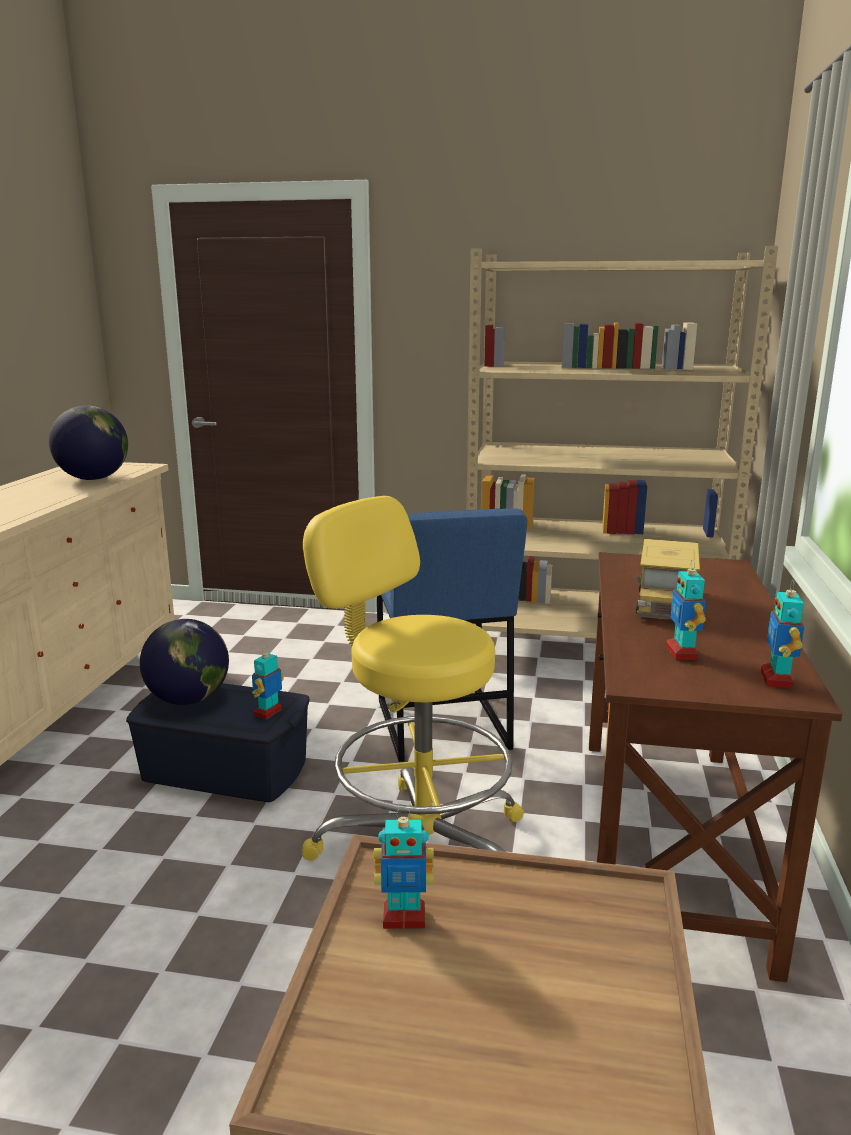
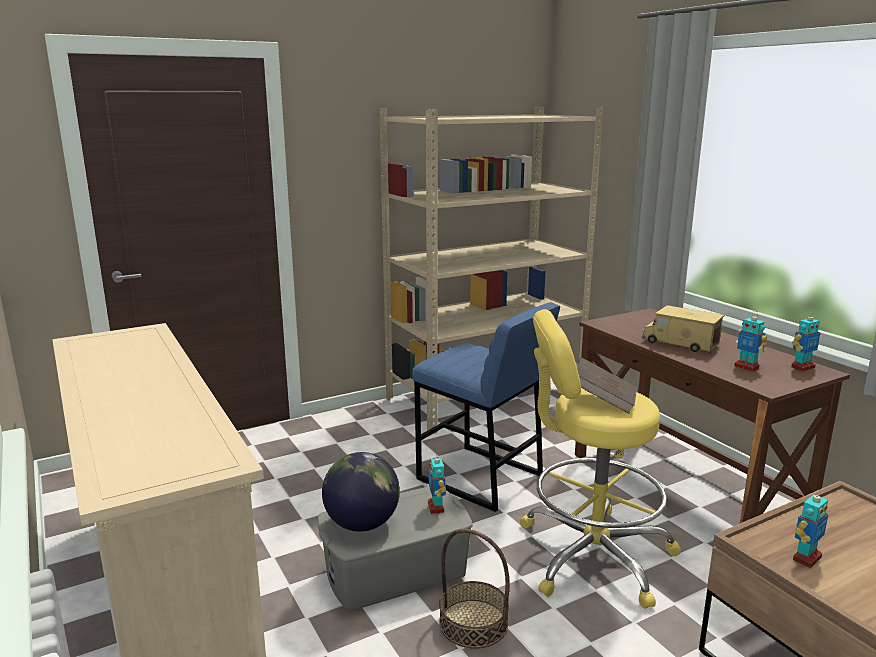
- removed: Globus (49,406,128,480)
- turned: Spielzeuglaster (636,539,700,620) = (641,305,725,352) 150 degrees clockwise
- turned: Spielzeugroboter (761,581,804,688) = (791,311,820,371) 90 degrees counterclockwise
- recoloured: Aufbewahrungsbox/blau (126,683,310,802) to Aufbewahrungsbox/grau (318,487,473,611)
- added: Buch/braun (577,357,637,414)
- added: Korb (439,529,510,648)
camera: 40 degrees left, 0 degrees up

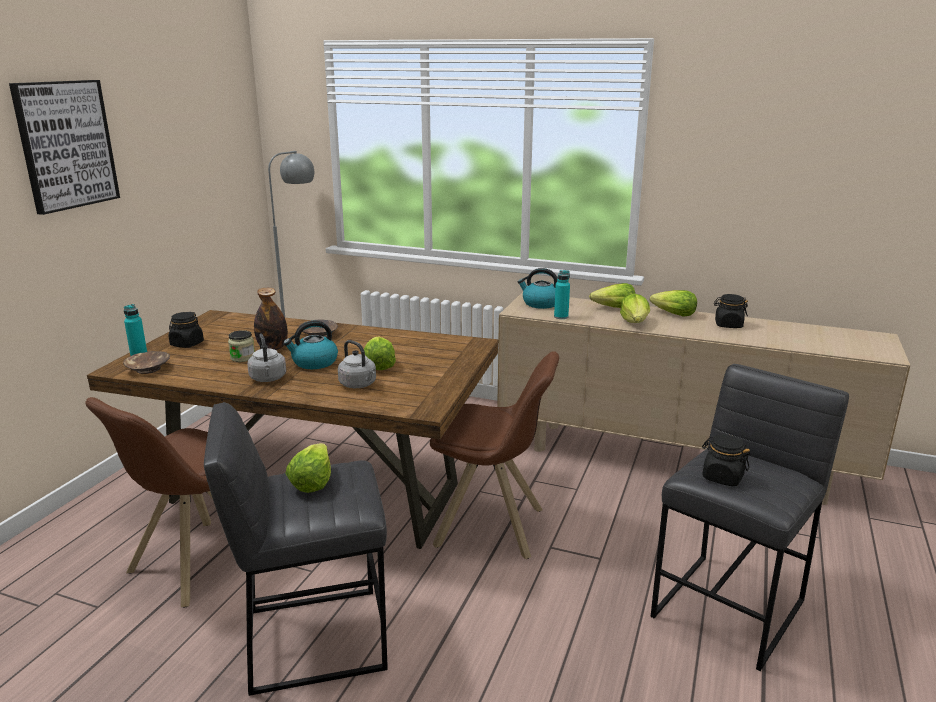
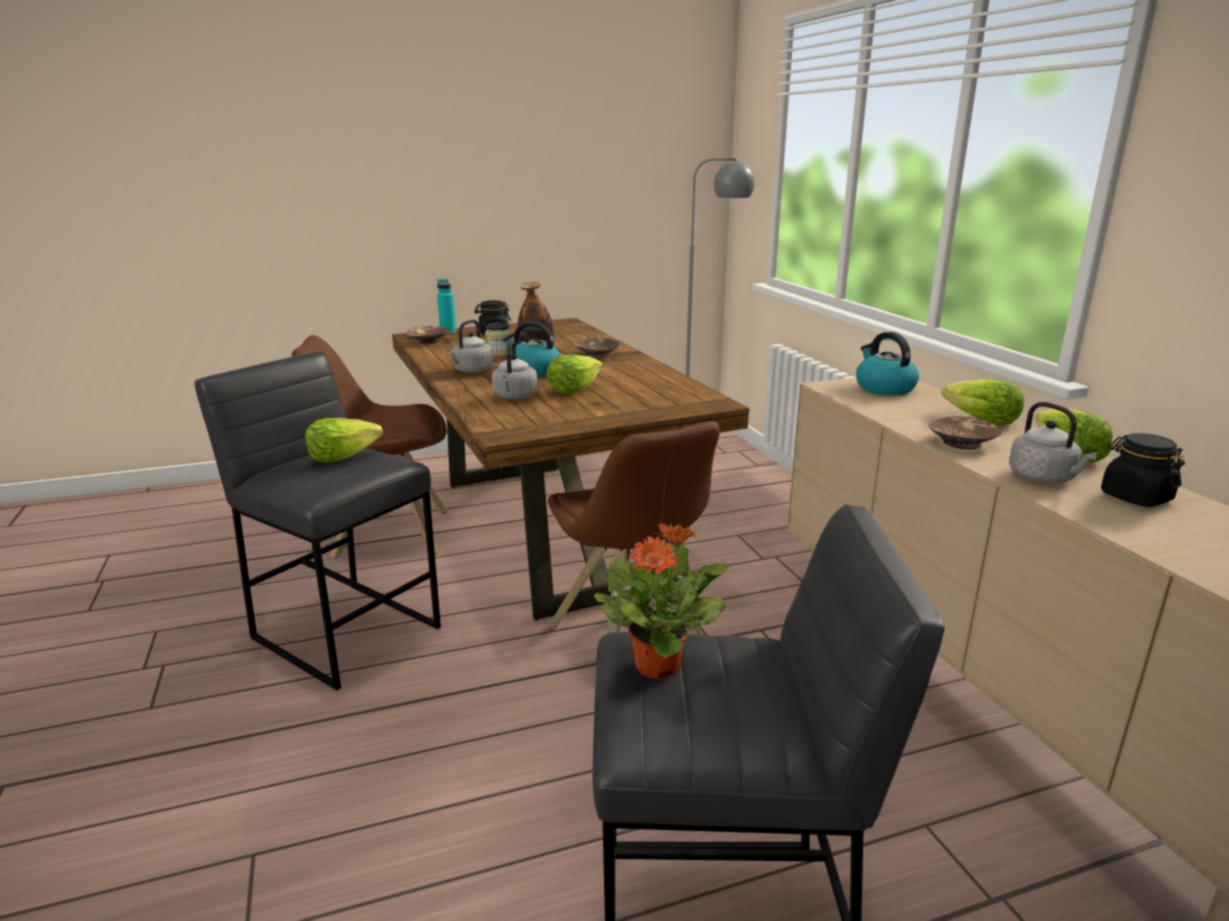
- removed: Bild (9,80,120,215)
- removed: Flasche/türkis (554,270,570,319)
- replaced: Salatkopf (620,294,650,323) to Schüssel/braun (928,416,1002,449)
- replaced: Vorratsglas/schwarz (702,434,750,486) to Topfpflanze (594,523,730,680)
- added: Wasserkessel/grau (1009,402,1097,484)
camera: 50 degrees right, 0 degrees up

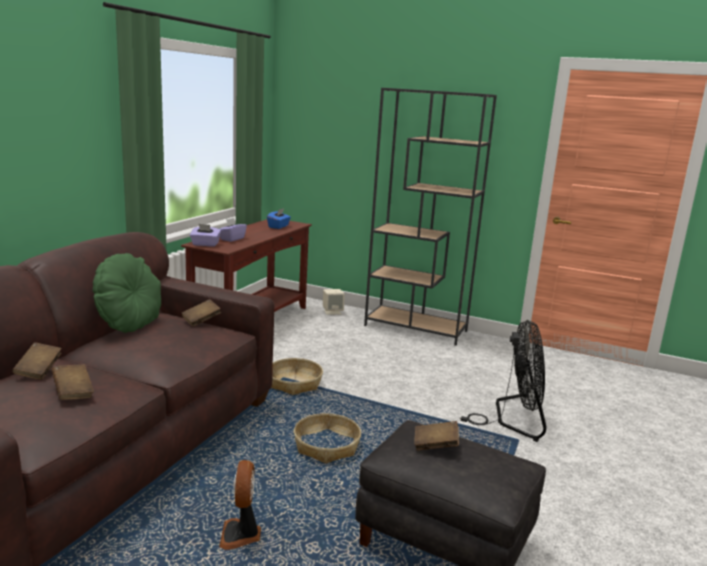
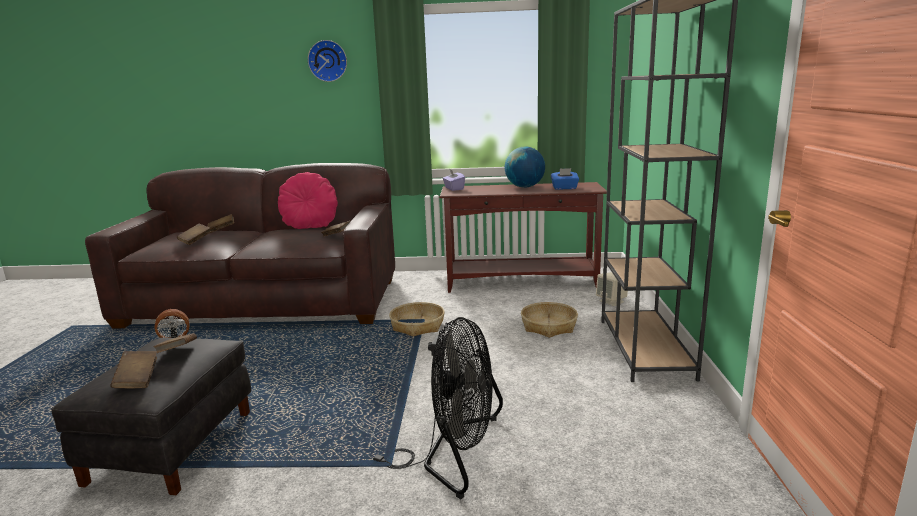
- removed: Taschentuchbox/lila (220,218,247,242)
- recoloured: Kissen/grün (93,253,161,333) to Kissen/rosa (278,172,338,229)
- turned: Ventilator/schwarz (459,320,547,442) = (372,317,503,500) 60 degrees counterclockwise
- moved: Korb (294,413,361,463) to (521,302,578,338)
- added: Wanduhr (308,40,347,82)
- added: Globus (505,146,545,188)
- added: Buch/braun (111,351,157,388)
camera: 70 degrees right, 0 degrees up

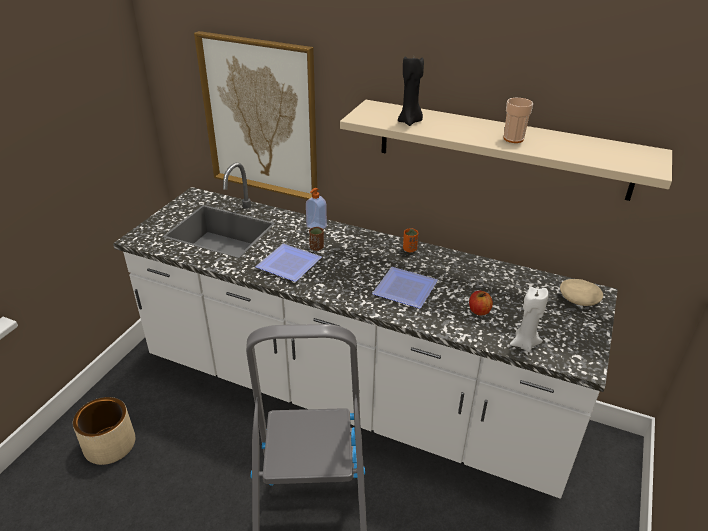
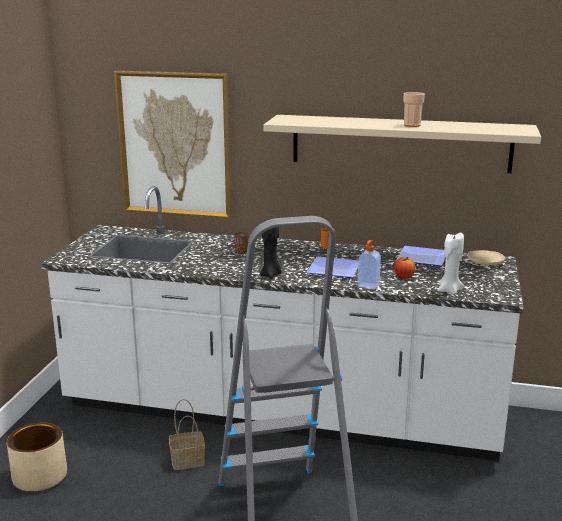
- moved: Kerze/schwarz (398,57,424,126) to (260,222,282,279)
- moved: Seifenspender (306,188,327,229) to (357,240,381,289)
- moved: Teller (255,244,322,282) to (397,246,446,266)
- added: Korb (169,399,205,470)
camera: 10 degrees left, 15 degrees down

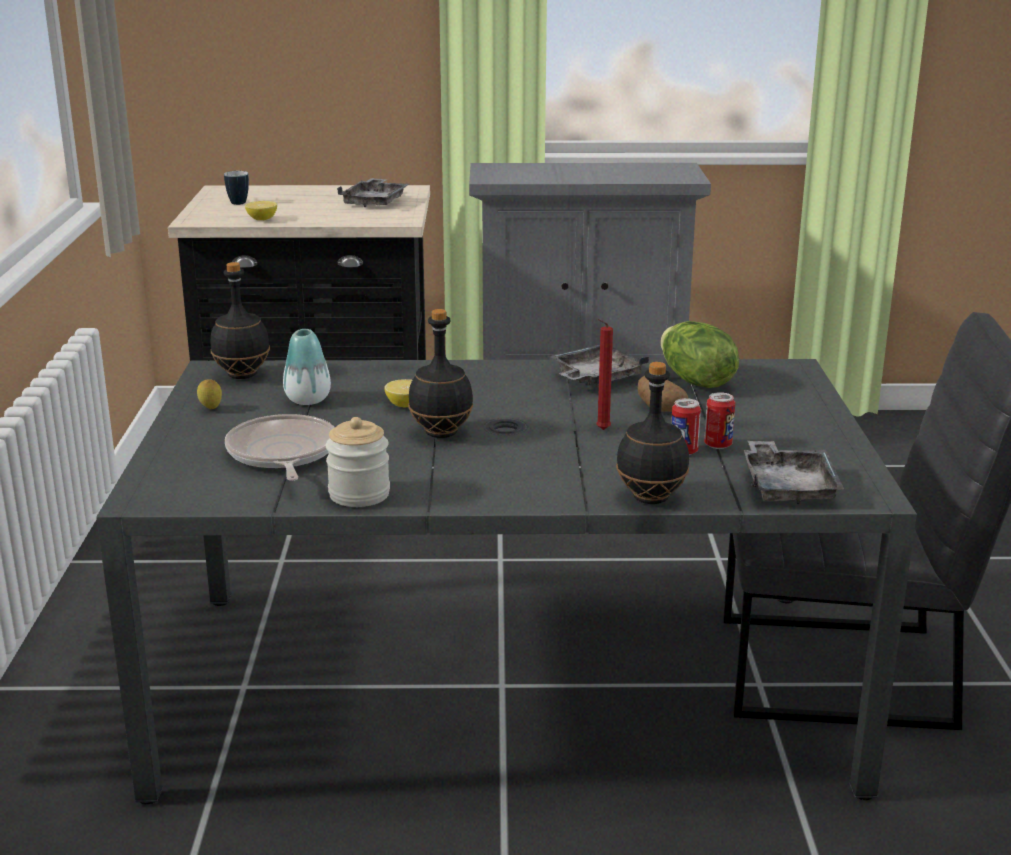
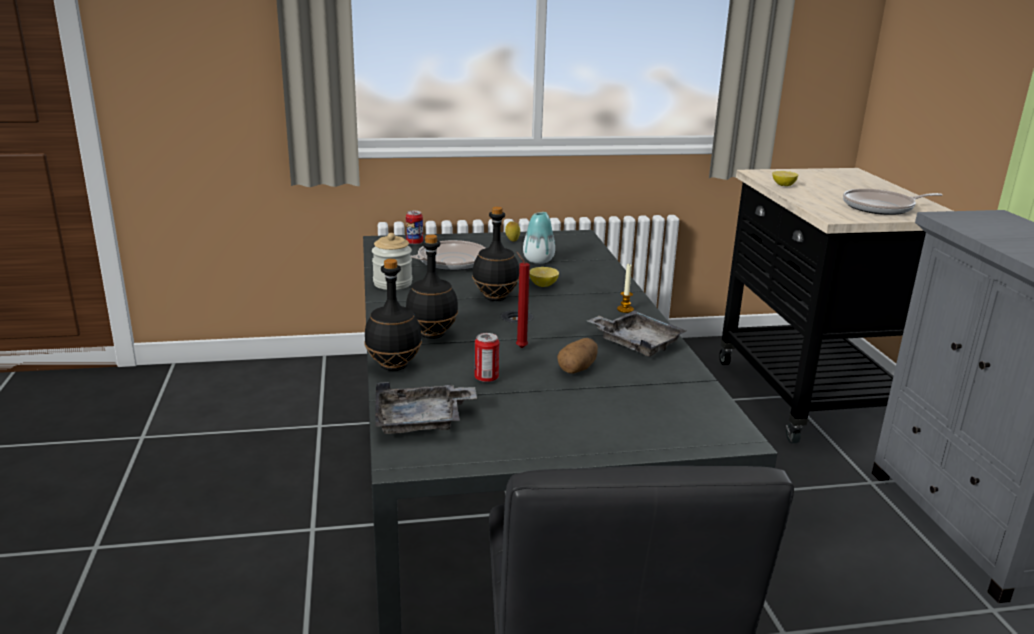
- removed: Henkelbecher (224,171,249,205)
- replaced: Tablett/grau (337,178,409,207) to Pfanne (843,189,942,215)
- moved: Flasche/schwarz (211,262,270,379) to (406,234,458,339)
- removed: Salatkopf (661,321,739,388)
- moved: Dose (704,392,735,449) to (406,211,423,245)
- added: Kerze (617,263,634,313)
camera: 80 degrees right, 0 degrees up

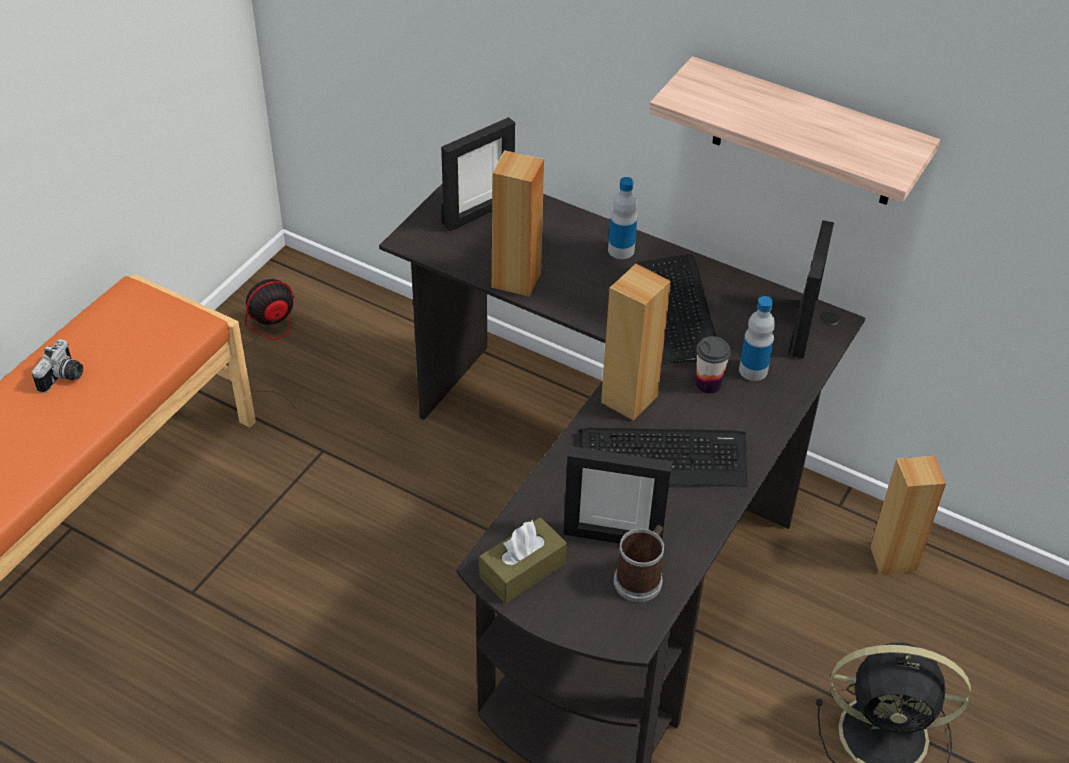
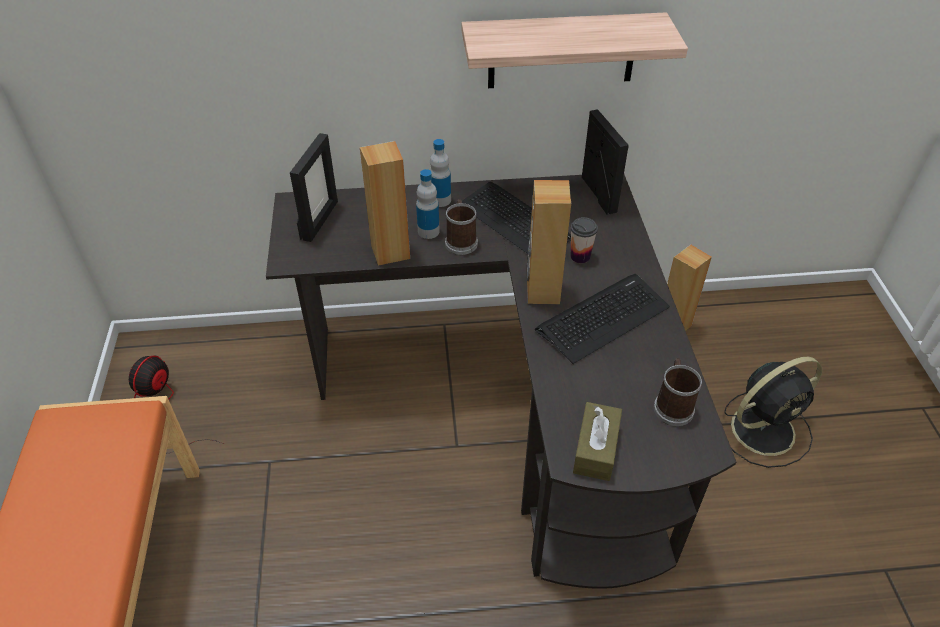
- moved: Flasche (739,296,775,381) to (416,169,440,239)
- removed: Kamera (32,339,83,393)
- removed: Bilderrahmen (563,446,672,543)
- added: Henkelbecher (445,199,478,255)
camera: 35 degrees left, 0 degrees up

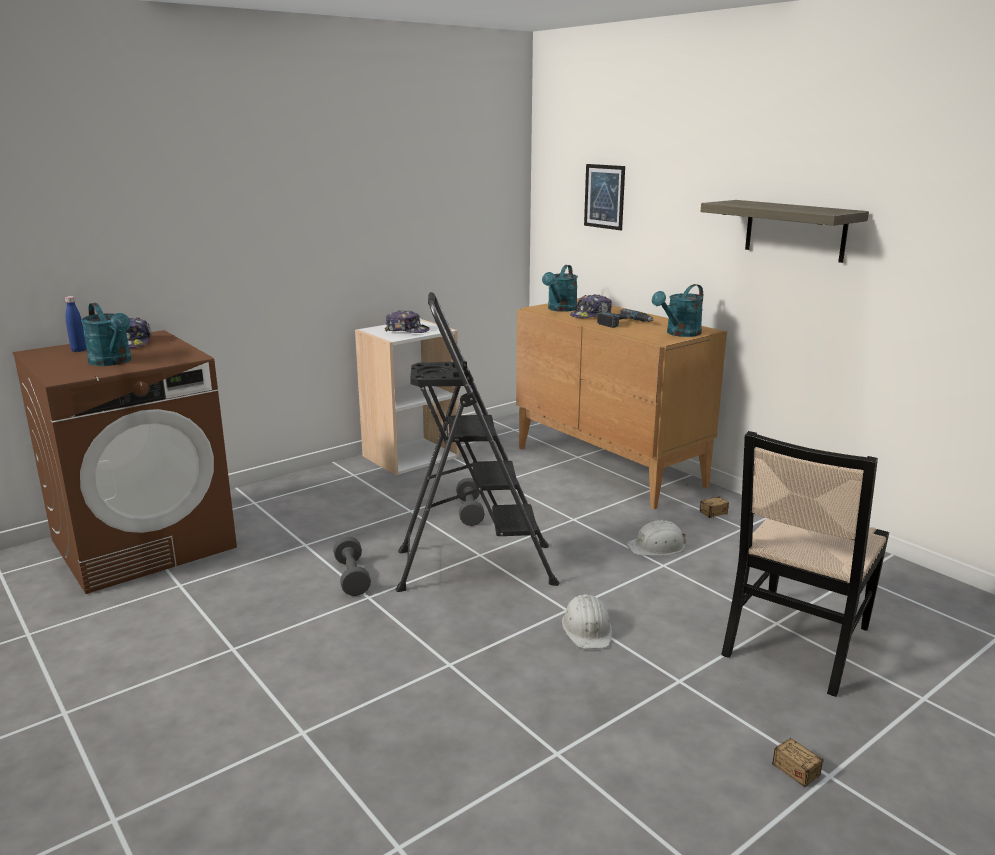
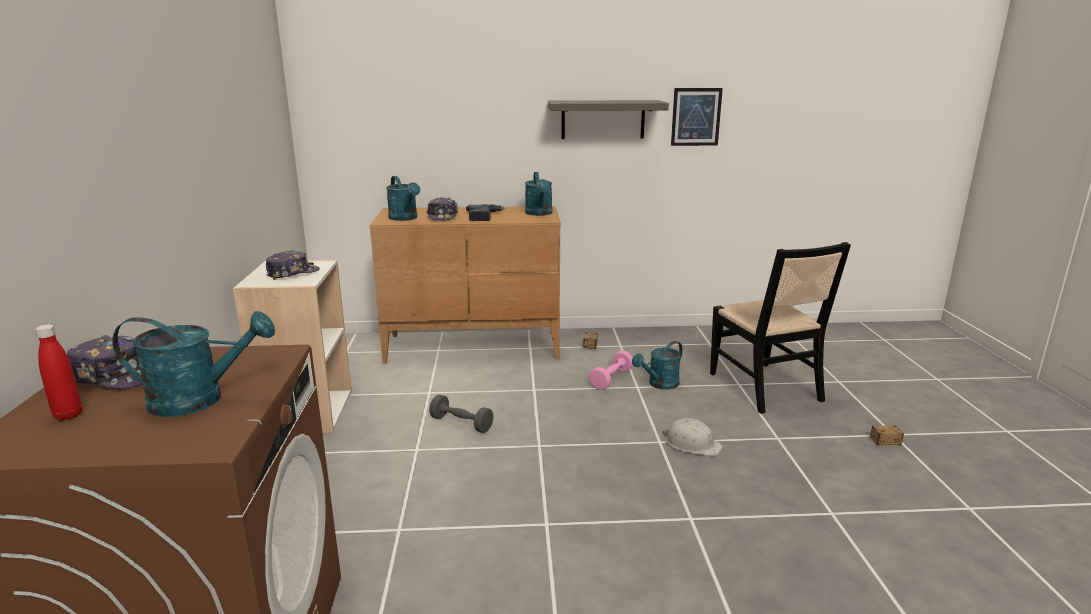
- moved: Bild (584,164,625,230) to (671,88,723,146)
- removed: Trittleiter (395,292,559,592)
- recoloured: Flasche/blau (65,296,86,352) to Flasche/rot (35,324,82,421)
- replaced: Schutzhelm/weiß (626,520,686,556) to Hantel/rosa (589,351,633,390)
- removed: Hantel/grau (333,537,371,596)
- added: Gießkanne/türkis (632,341,683,390)
camera: 55 degrees left, 0 degrees up

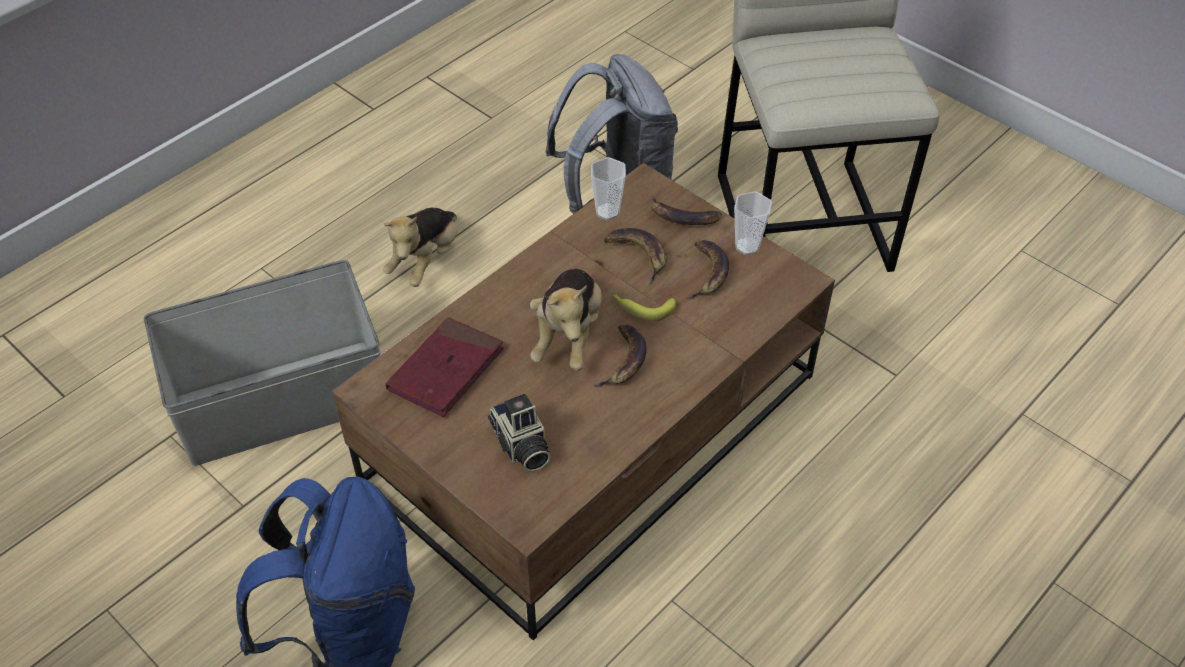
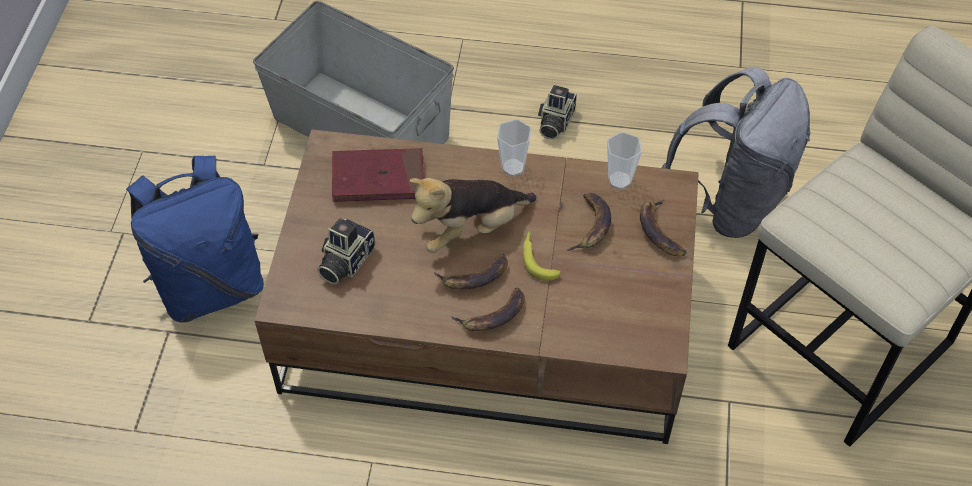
- moved: Tasse (734,192,772,255) to (497,119,532,177)
- replaced: Plüschtier (383,208,457,287) to Kamera (538,85,577,140)
- moved: Banane (687,240,729,299) to (452,287,525,331)
camera: 55 degrees right, 5 degrees up

